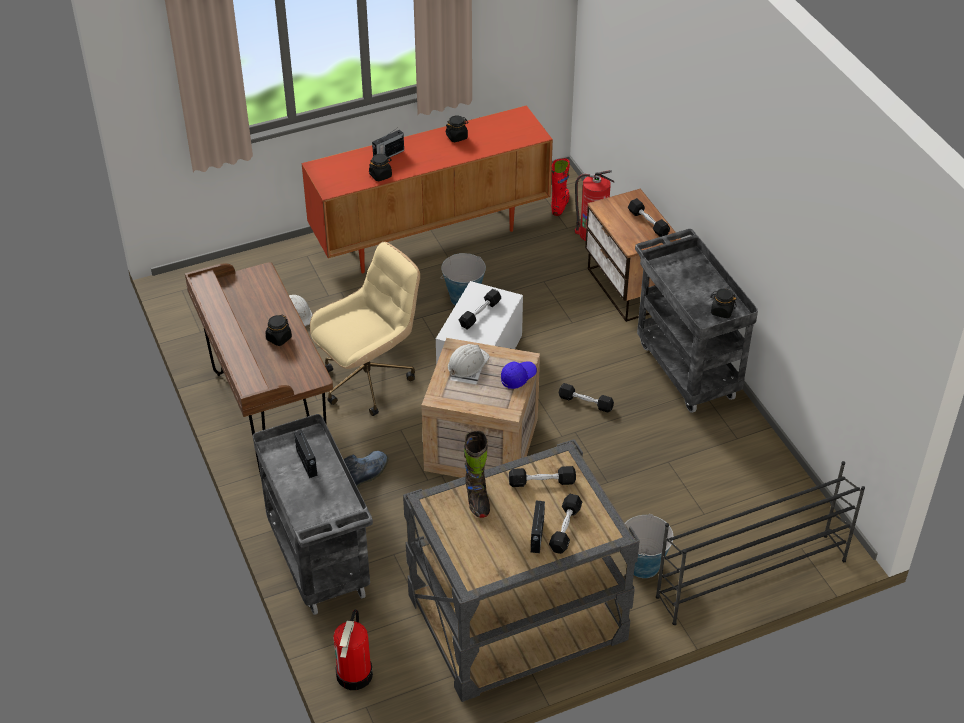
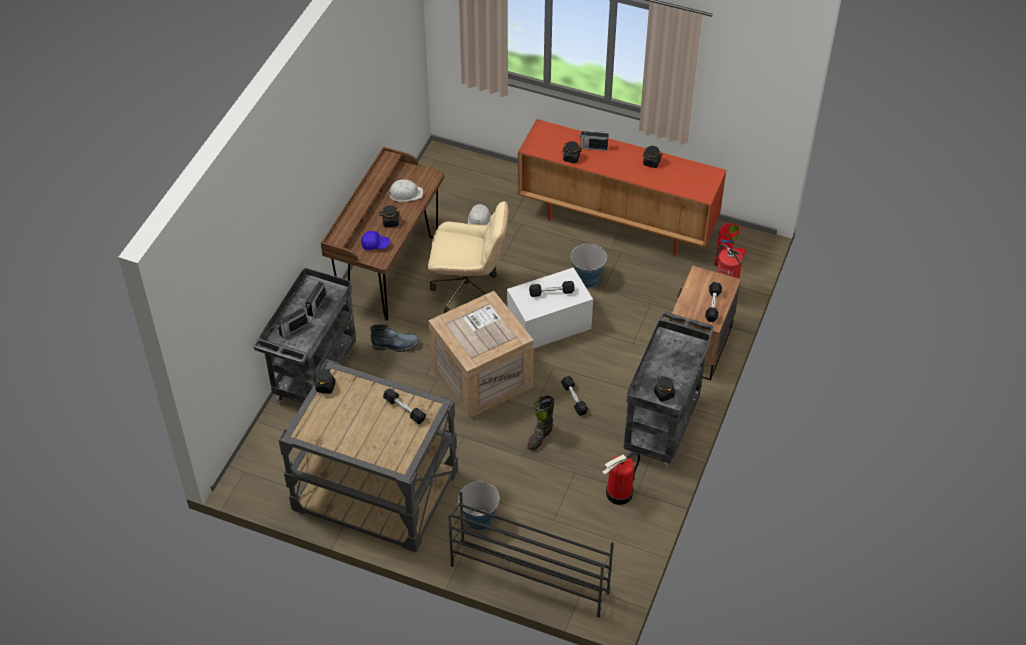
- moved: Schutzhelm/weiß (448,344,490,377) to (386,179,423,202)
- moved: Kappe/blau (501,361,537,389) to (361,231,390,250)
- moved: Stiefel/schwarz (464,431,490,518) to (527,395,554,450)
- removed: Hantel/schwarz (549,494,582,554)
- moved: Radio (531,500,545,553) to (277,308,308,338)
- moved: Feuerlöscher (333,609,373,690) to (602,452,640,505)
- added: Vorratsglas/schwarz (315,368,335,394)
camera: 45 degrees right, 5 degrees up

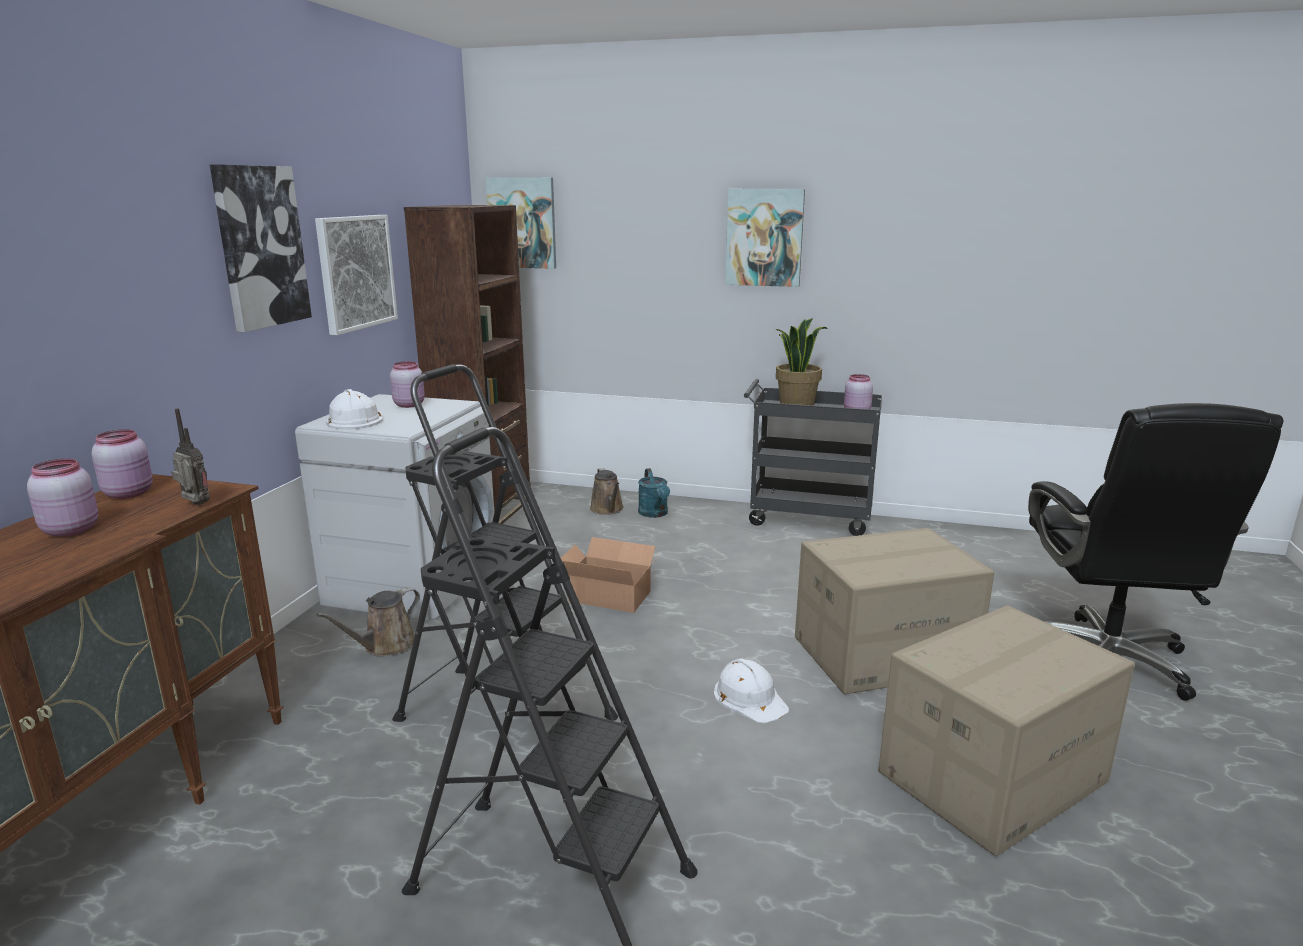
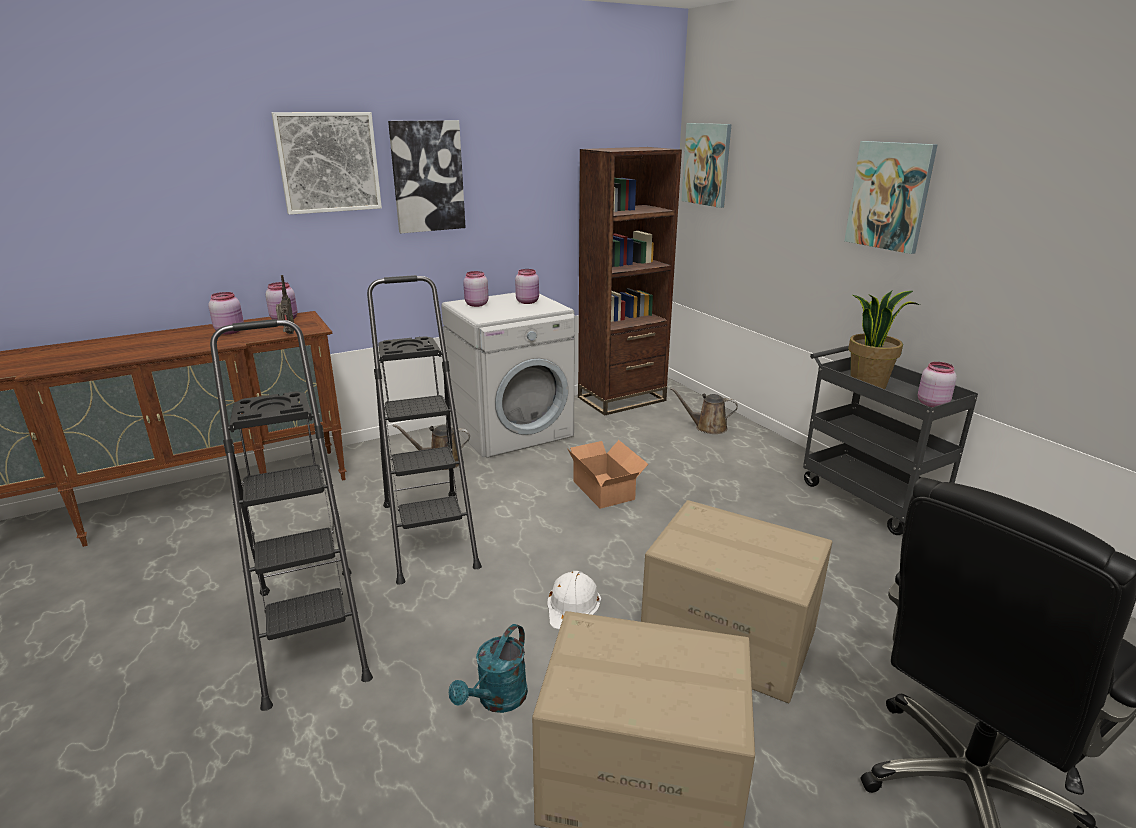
- moved: Bild (315,215,398,336) to (271,112,382,215)
- replaced: Schutzhelm/weiß (326,389,383,430) to Vorratsglas/rosa (463,271,489,307)
- turned: Gießkanne/braun (590,468,624,515) = (670,388,738,434) 75 degrees clockwise
- moved: Gießkanne/türkis (638,468,670,518) to (449,624,528,713)
camera: 45 degrees right, 5 degrees up

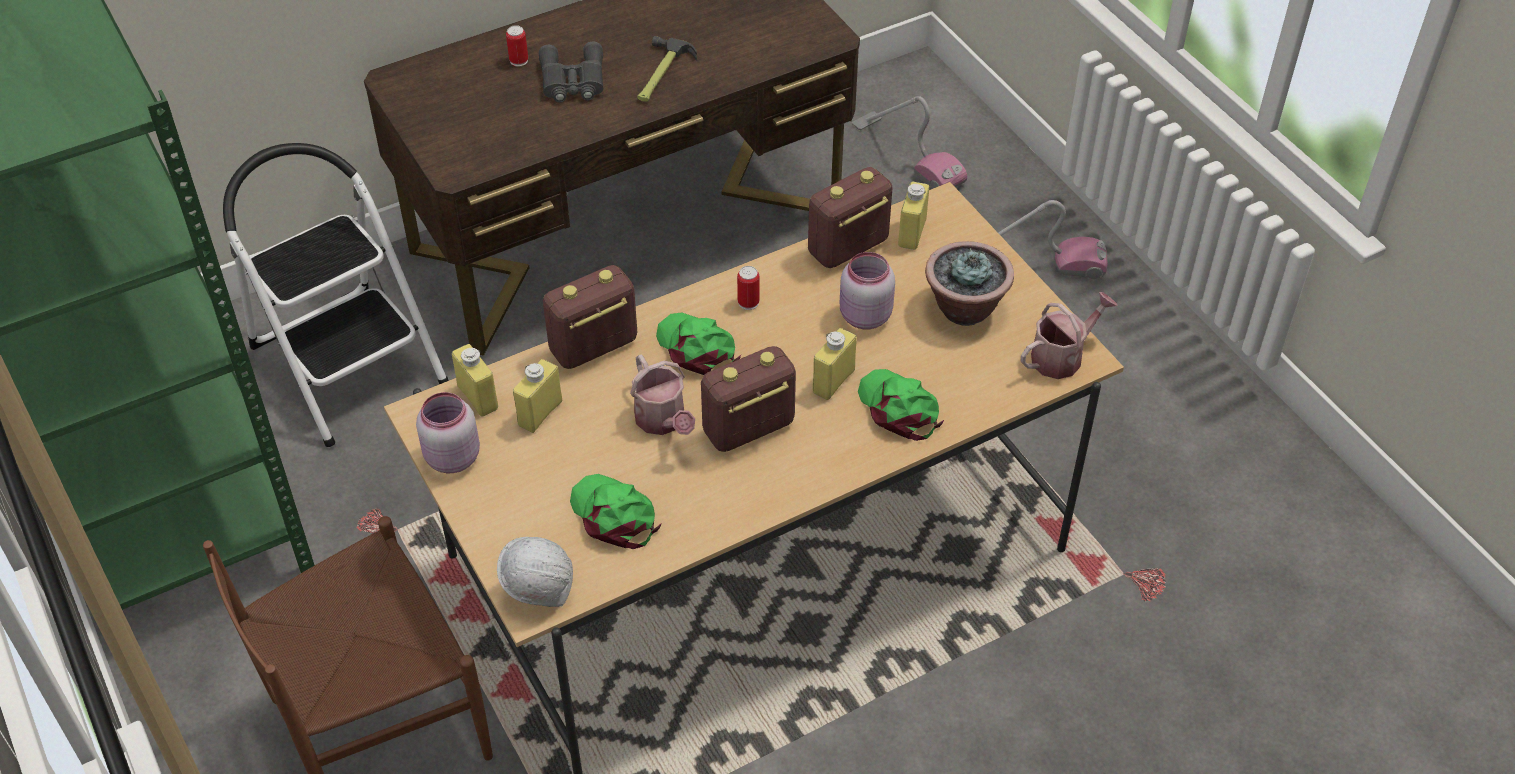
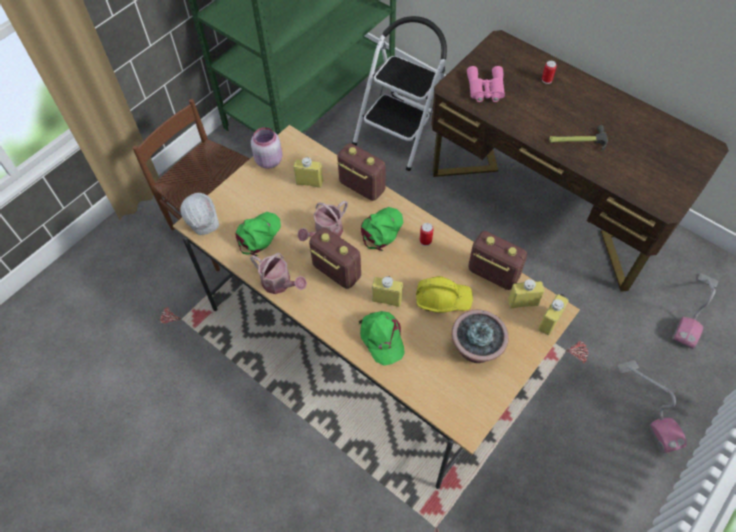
- removed: Fernglas/grau (539,41,603,103)
- replaced: Vorratsglas/rosa (840,252,895,329) to Schutzhelm/gelb (416,276,473,313)
- moved: Gießkanne (1021,292,1117,379) to (250,253,307,294)
- moved: Flasche/gelb (452,344,498,417) to (538,294,568,335)
- turned: Kappe/grün (858,369,945,441) = (359,311,405,366) 120 degrees clockwise
- added: Fernglas/rosa (467,66,505,102)
camera: 70 degrees right, 10 degrees up

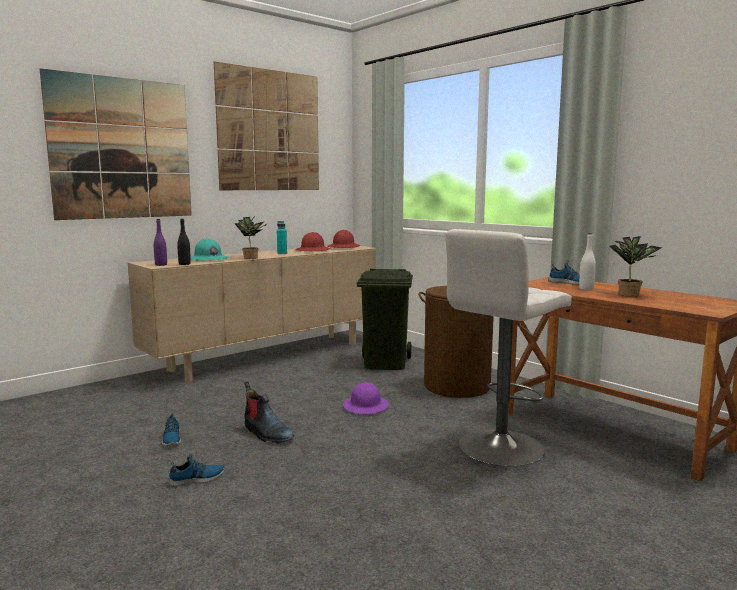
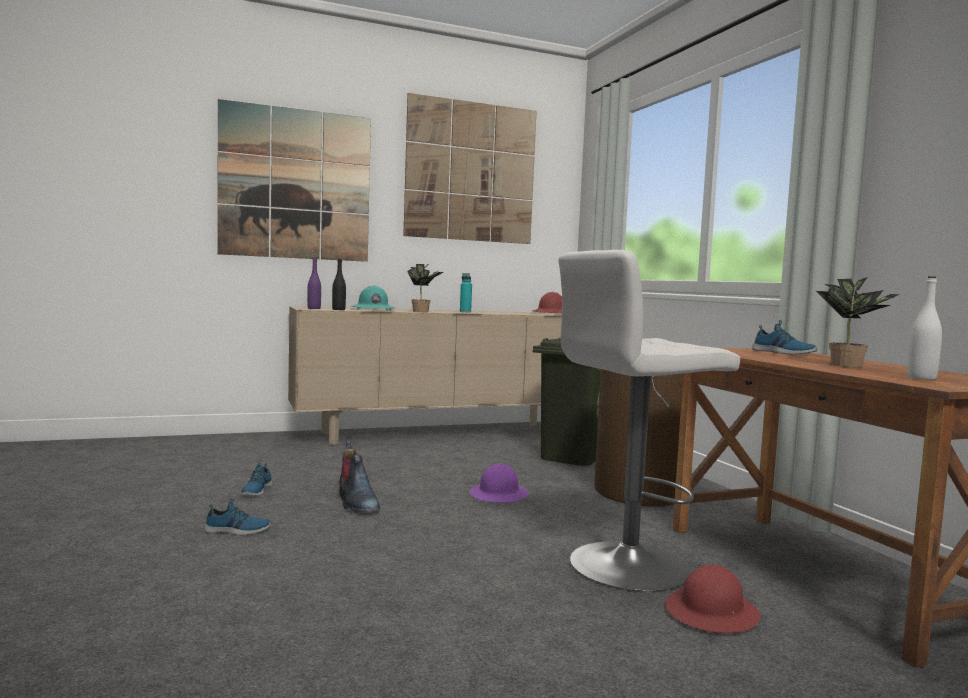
- moved: Schutzhelm/rot (295,232,330,251) to (665,564,760,633)
- moved: Flasche/weiß (579,233,596,290) to (907,276,942,380)
camera: 20 degrees right, 5 degrees down

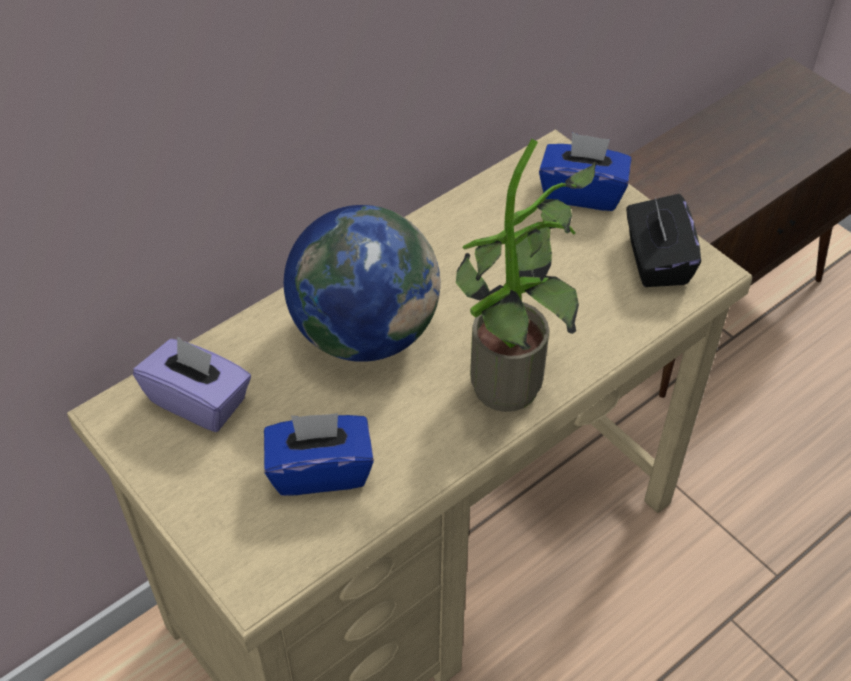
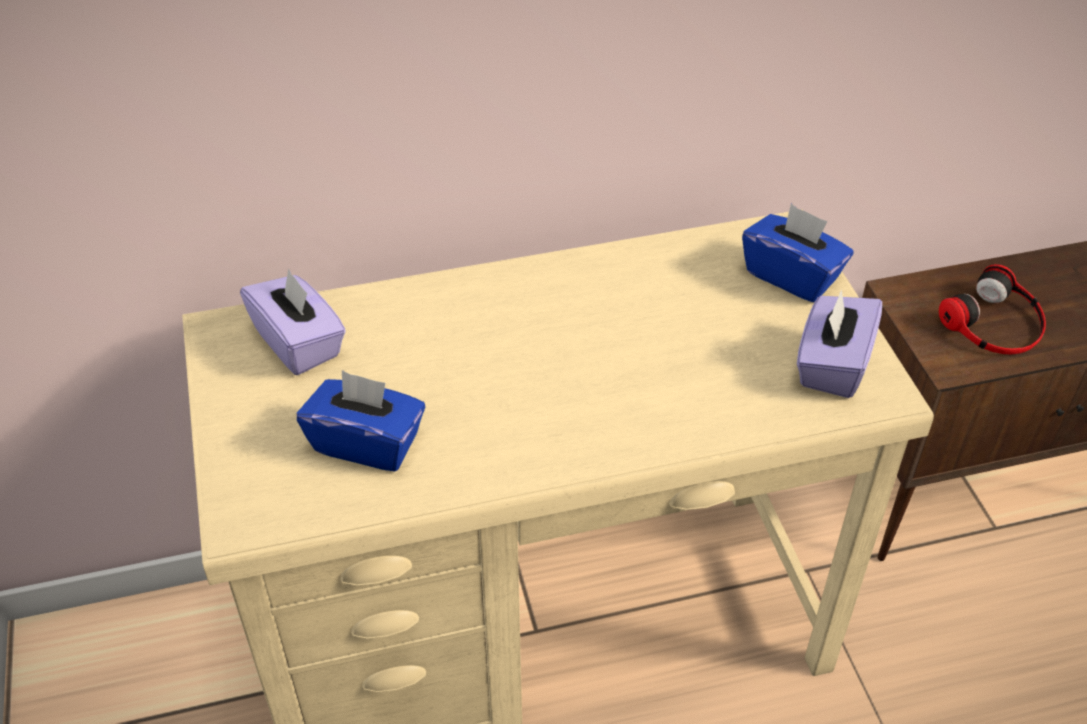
- removed: Topfpflanze (456,139,597,412)
- recoloured: Taschentuchbox/schwarz (626,194,701,287) to Taschentuchbox/lila (797,289,882,398)
- removed: Globus (284,205,440,362)
- added: Kopfhörer (939,264,1046,354)
camera: 25 degrees right, 5 degrees down

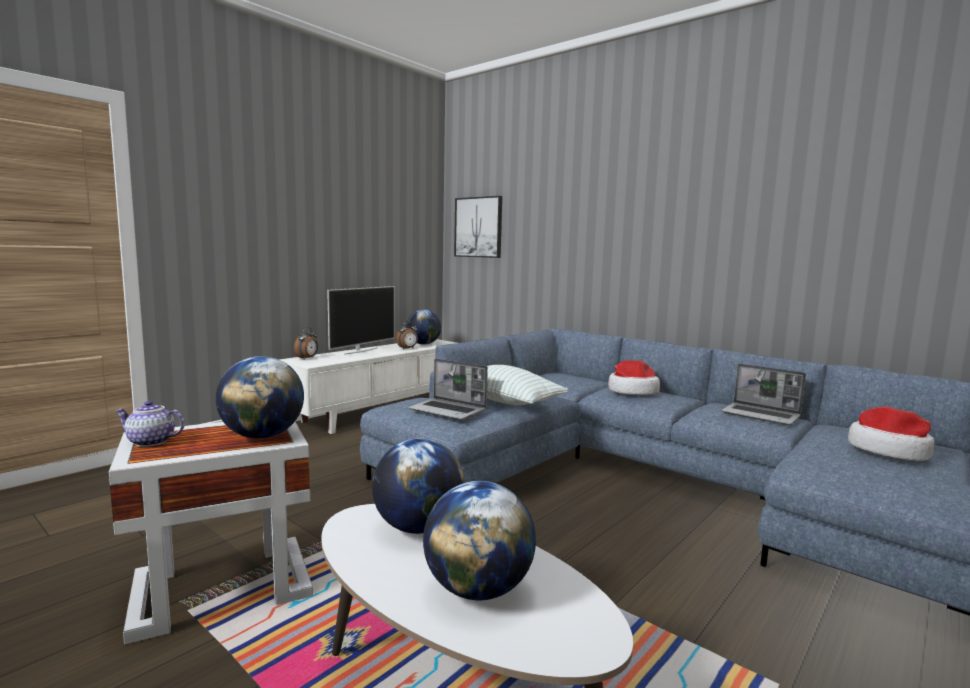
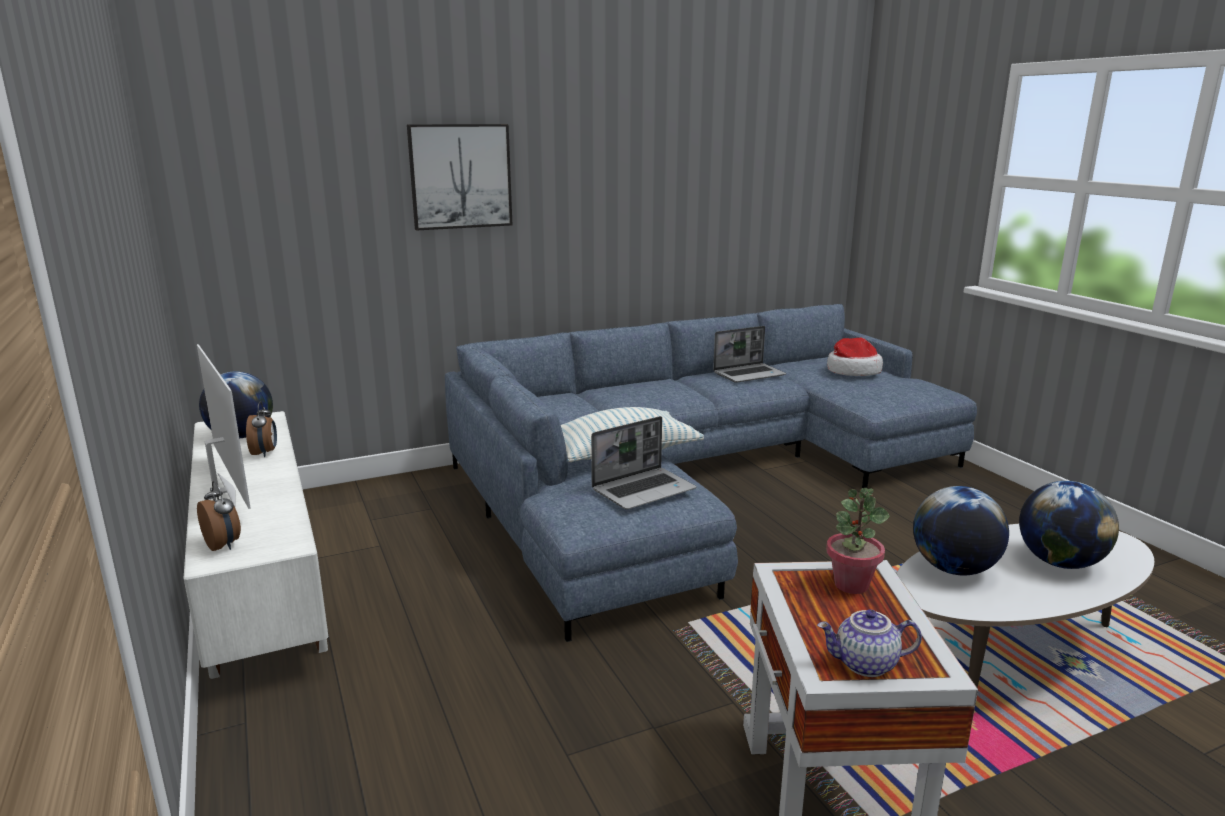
- moved: Bild (454,196,502,258) to (407,124,513,231)
- replaced: Globus (216,356,304,439) to Topfpflanze (826,488,890,594)
- removed: Hut (608,360,660,395)
- turned: Teekanne (115,401,185,447) = (817,609,922,677) 60 degrees clockwise
camera: 65 degrees left, 10 degrees up

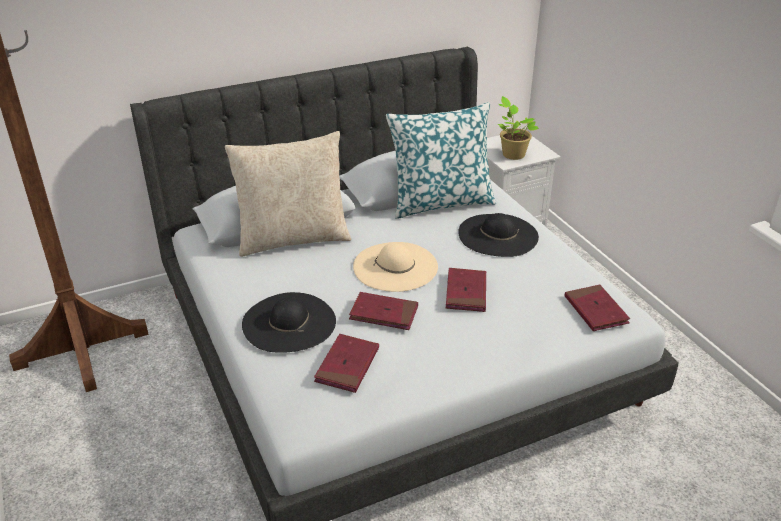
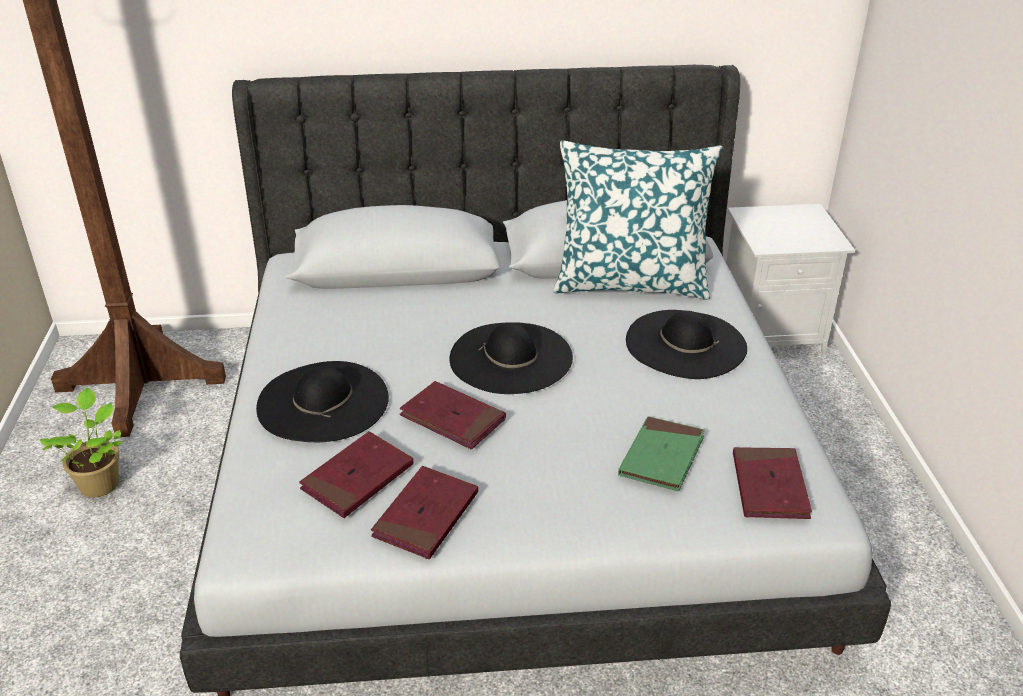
- moved: Topfpflanze (498,96,539,160) to (40,388,122,497)
- removed: Kissen/beige (225,131,352,257)
- recoloured: Hut/beige (353,242,438,292) to Hut/schwarz (450,322,573,394)
- moved: Buch/rot (446,268,486,312) to (371,466,478,559)
- added: Buch/grün (618,416,705,492)
camera: 20 degrees right, 0 degrees up

